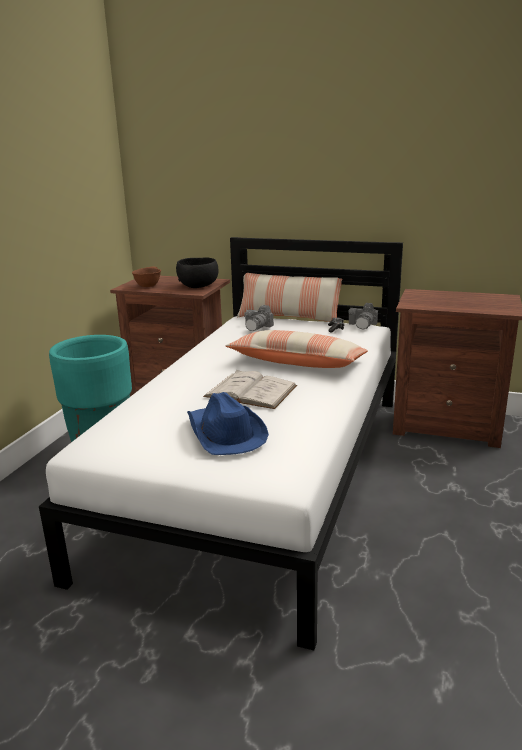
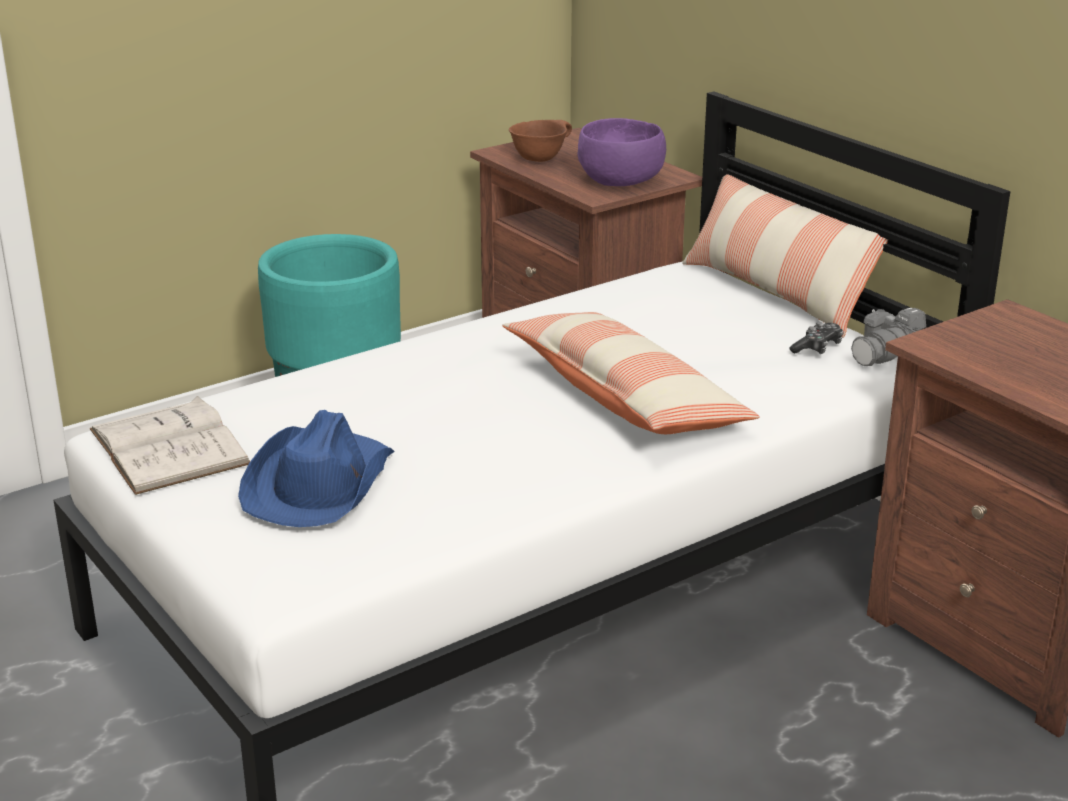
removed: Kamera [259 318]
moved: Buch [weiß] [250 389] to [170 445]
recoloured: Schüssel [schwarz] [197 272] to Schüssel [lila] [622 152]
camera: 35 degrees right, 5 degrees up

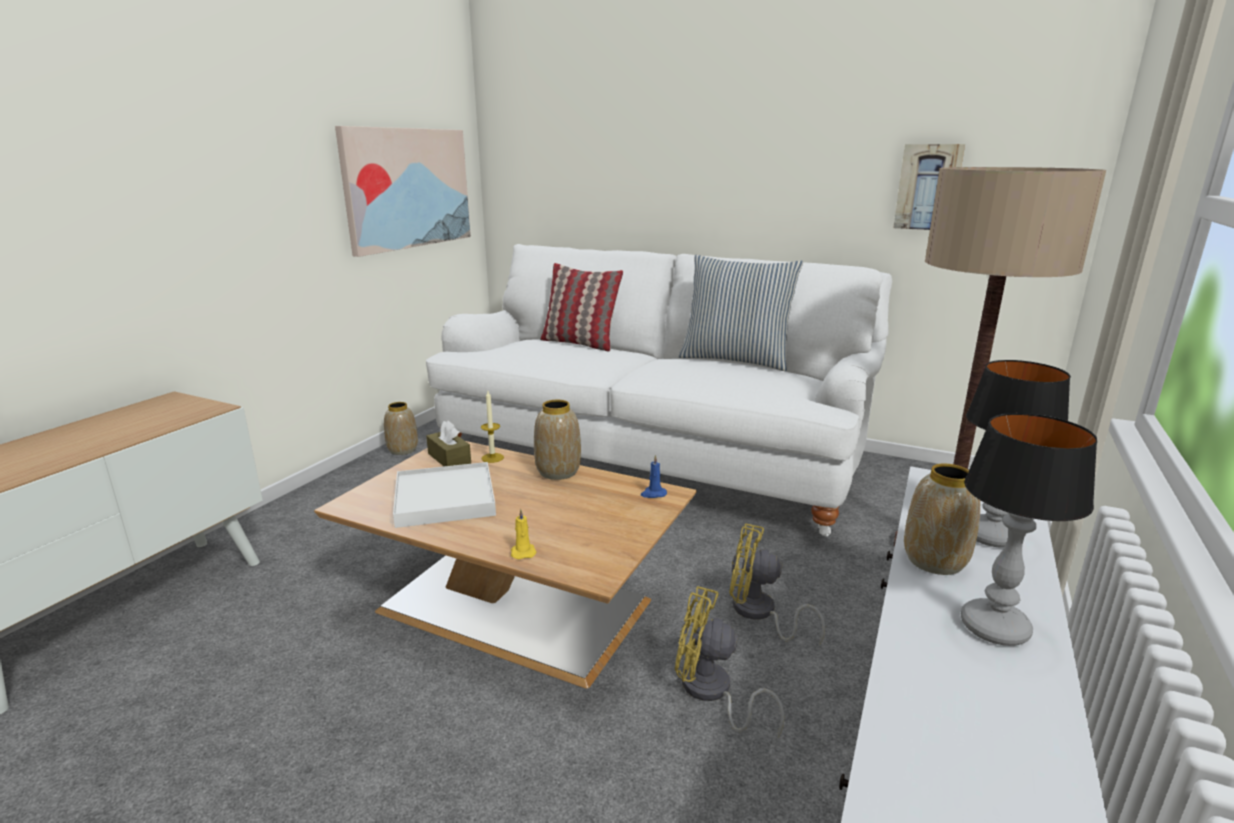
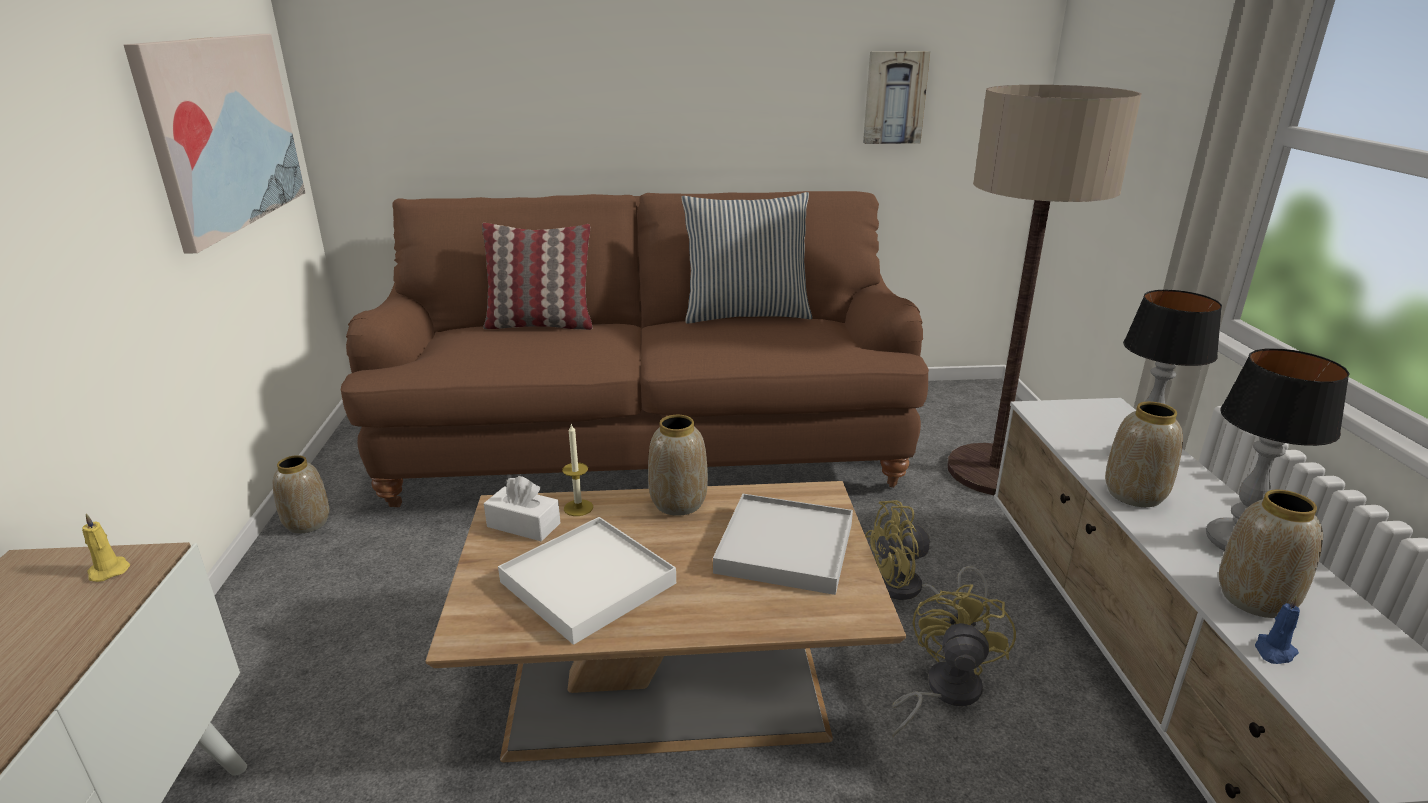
added: Vase [1271 554]; Tablett [weiß] [783 544]
moved: Kerze [blau] [654 476] to [1277 629]; Kerze [gelb] [524 534] to [106 547]
recoloured: Sofa [weiß] [659 390] to Sofa [braun] [635 349]; Taschentuchbox [braun] [448 443] to Taschentuchbox [weiß] [522 509]
turned: Ventilator [gelb] [729 662] = [954 661] 120 degrees clockwise
camera: 30 degrees left, 5 degrees up

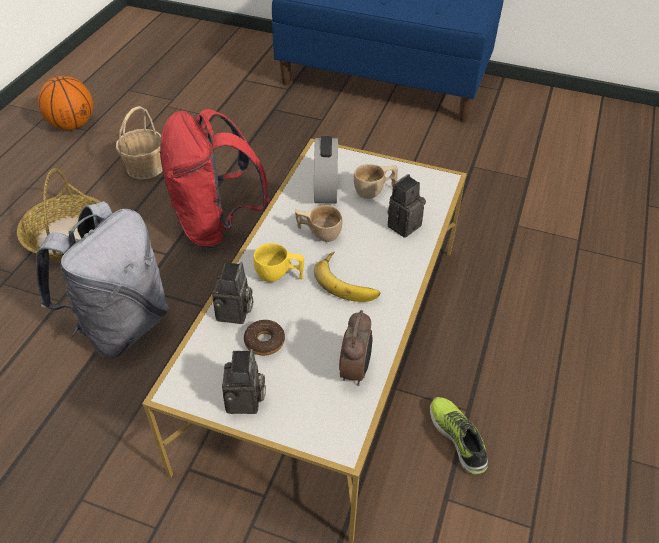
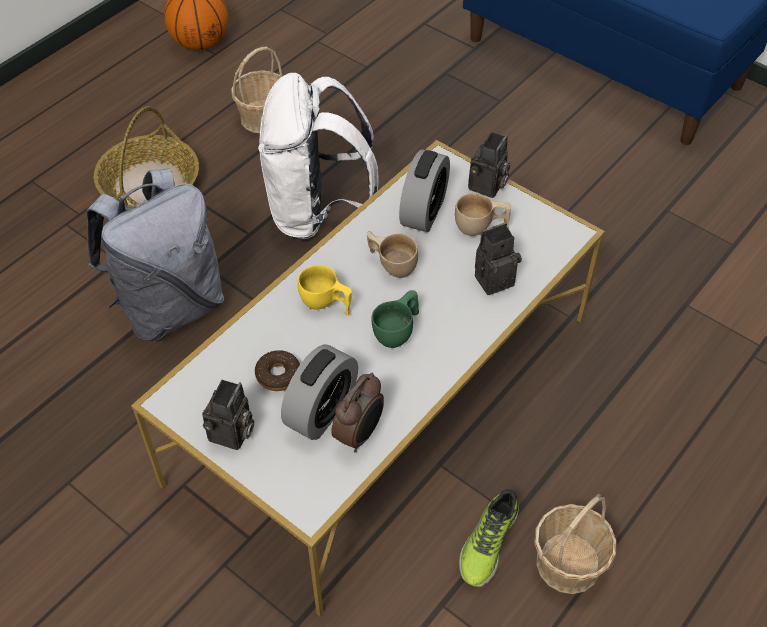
added: Wecker [319 392]; Korb [575 544]
moved: Kamera [232 293] to [489 165]
replaced: Banane [347 277] to Tasse [grün] [395 319]
recoloured: Rucksack [rot] [215 178] to Rucksack [weiß] [318 156]
turned: Schuh [459 436] = [489 538] 150 degrees counterclockwise
camera: 20 degrees right, 5 degrees up

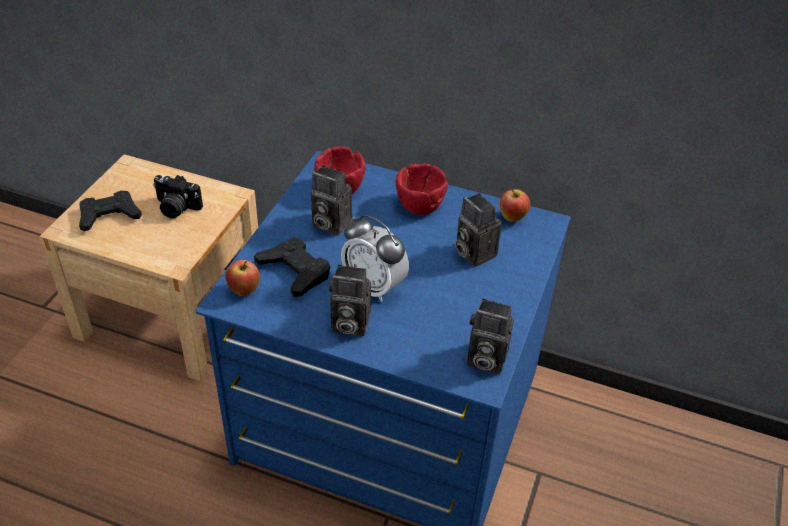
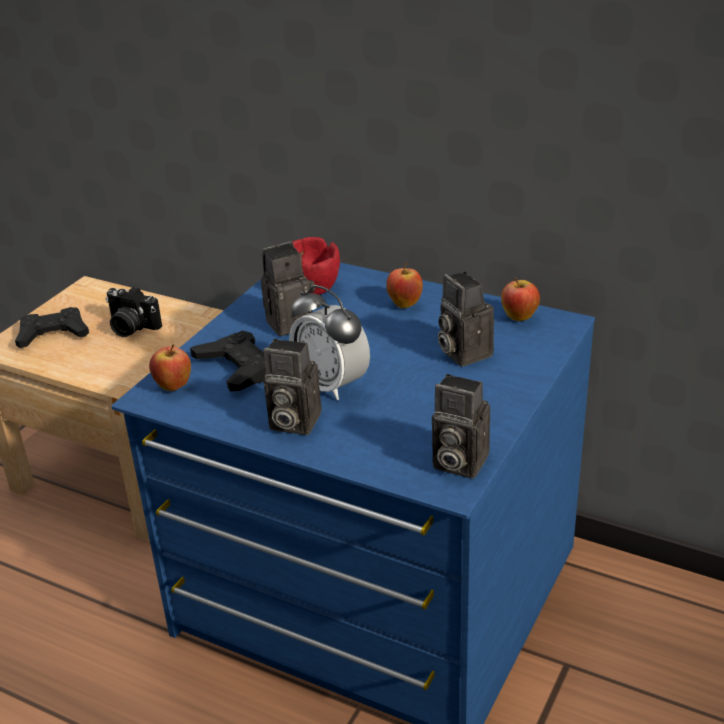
replaced: Schüssel [rot] [422 189] to Apfel [404 285]
turned: Kamera [331 200] = [288 289] 120 degrees clockwise
camera: 10 degrees right, 10 degrees down

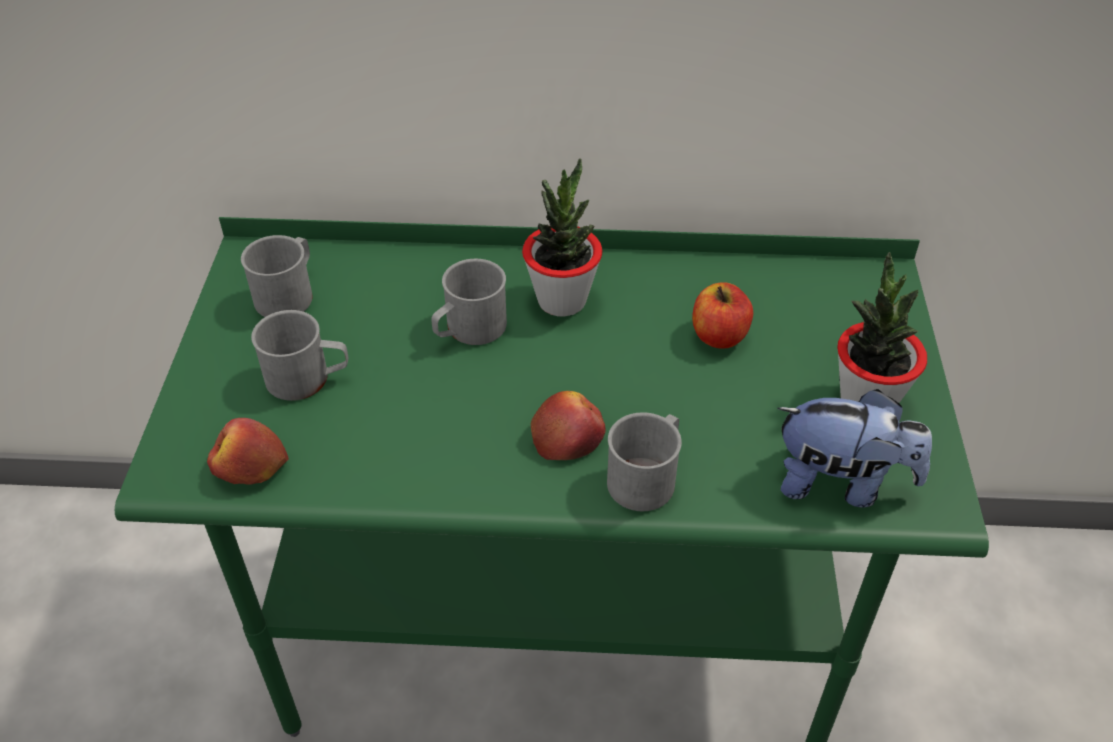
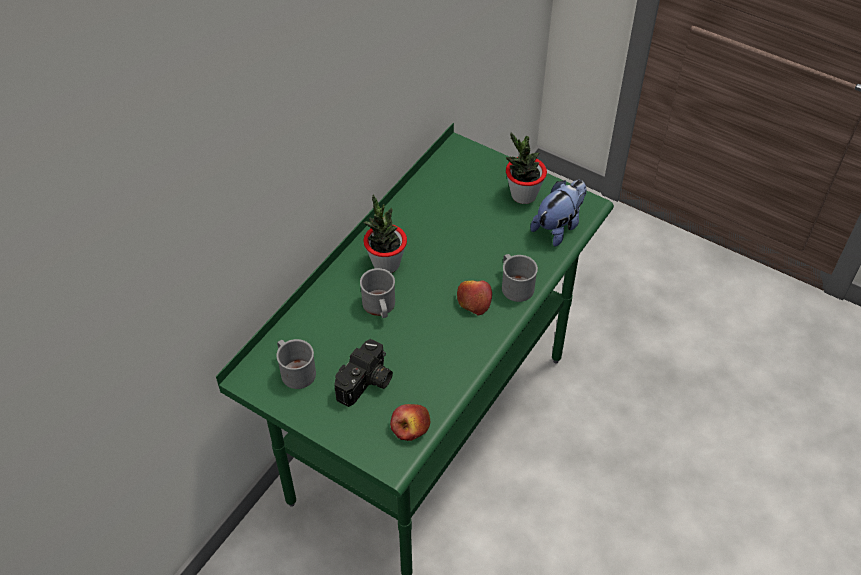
removed: Apfel [722 315]
replaced: Henkelbecher [grau] [300 355] to Kamera [364 373]
camera: 60 degrees left, 5 degrees up

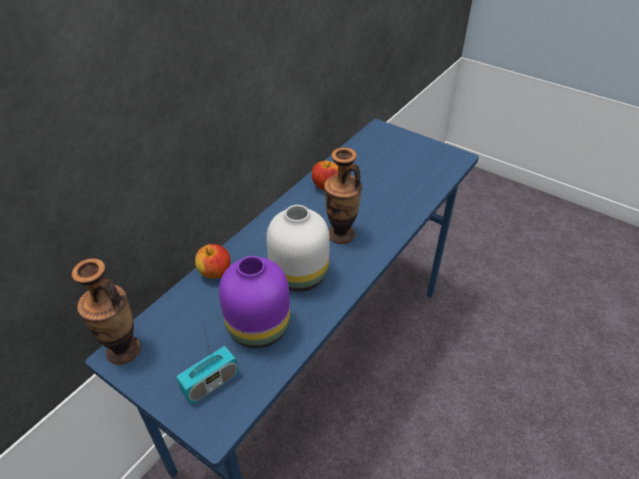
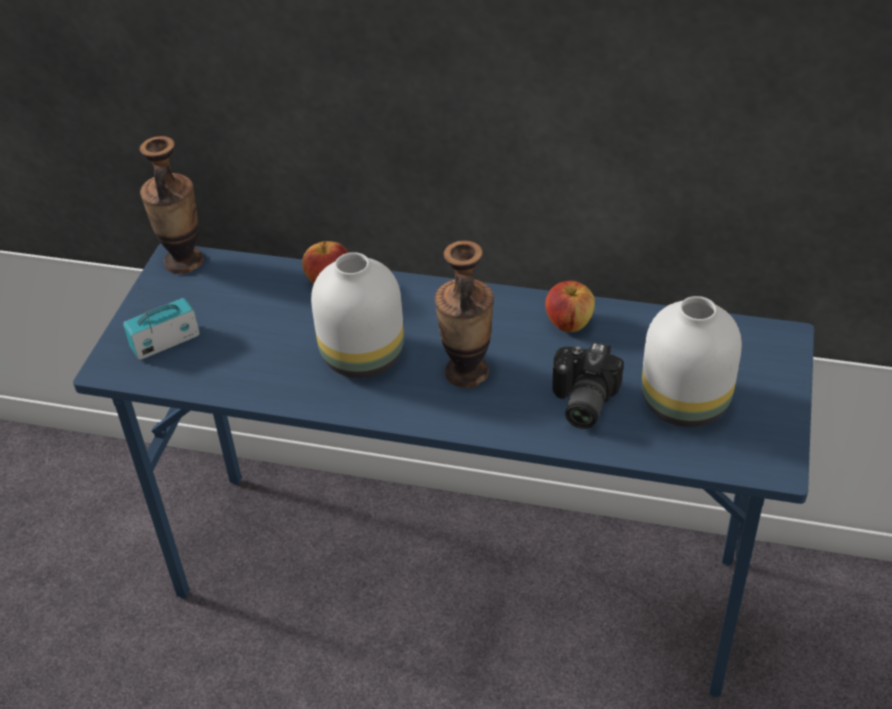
removed: Vase [lila] [254 302]
added: Vase [weiß] [692 361]; Kamera [588 385]
turned: Radio [207 363] = [161 319] 120 degrees clockwise
camera: 70 degrees right, 0 degrees up

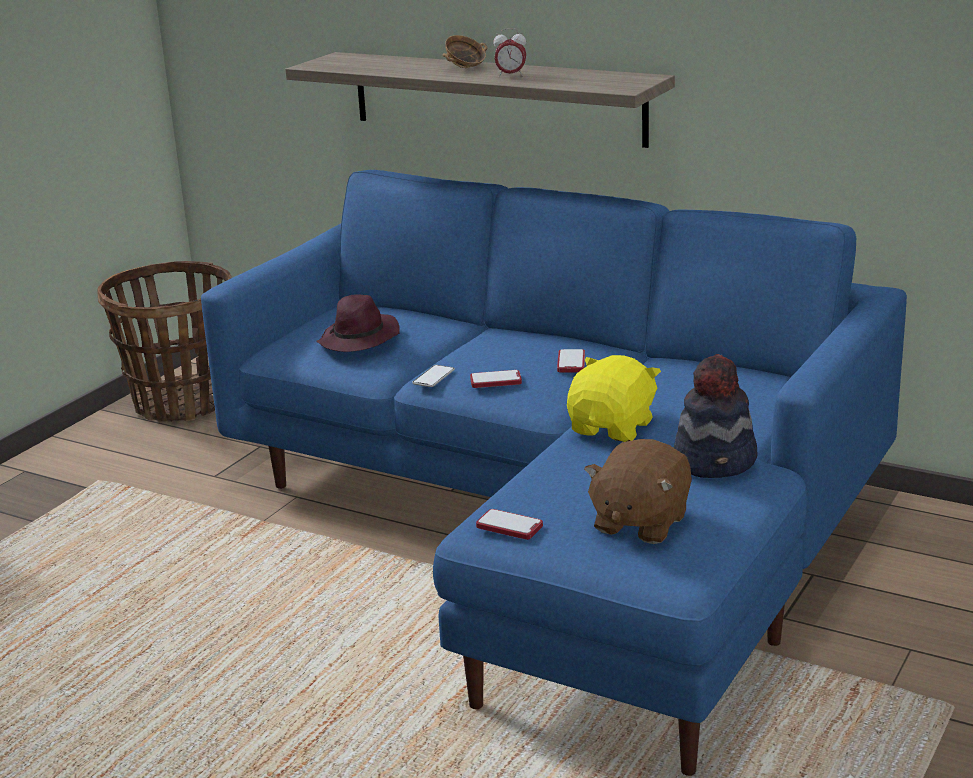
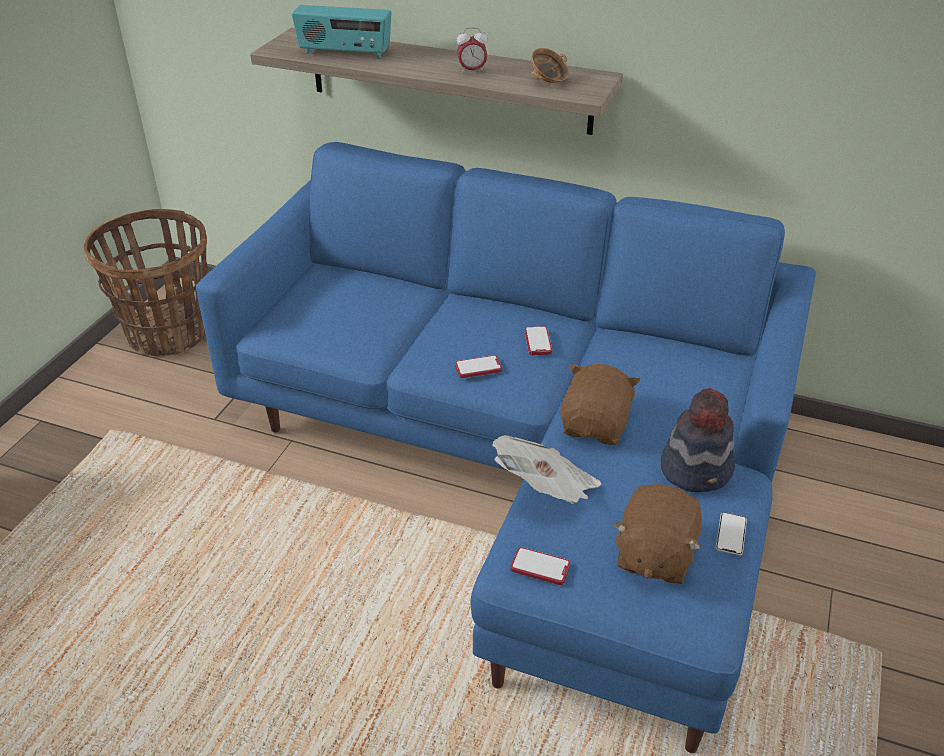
removed: Hut [lila] [358 323]
added: Radio [341 32]; Zeitung [547 469]
moved: Schüssel [465 51] to [550 65]; Handy [433 376] to [731 534]
recoloured: Plüschtier [gelb] [614 398] to Plüschtier [braun] [600 404]
camera: 10 degrees left, 15 degrees up

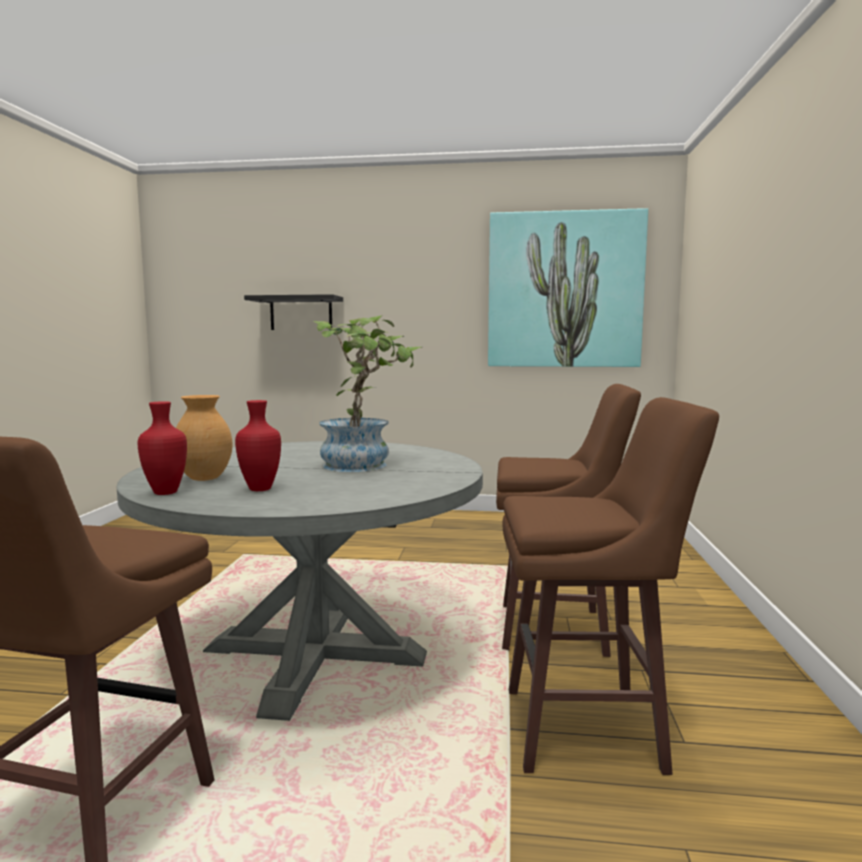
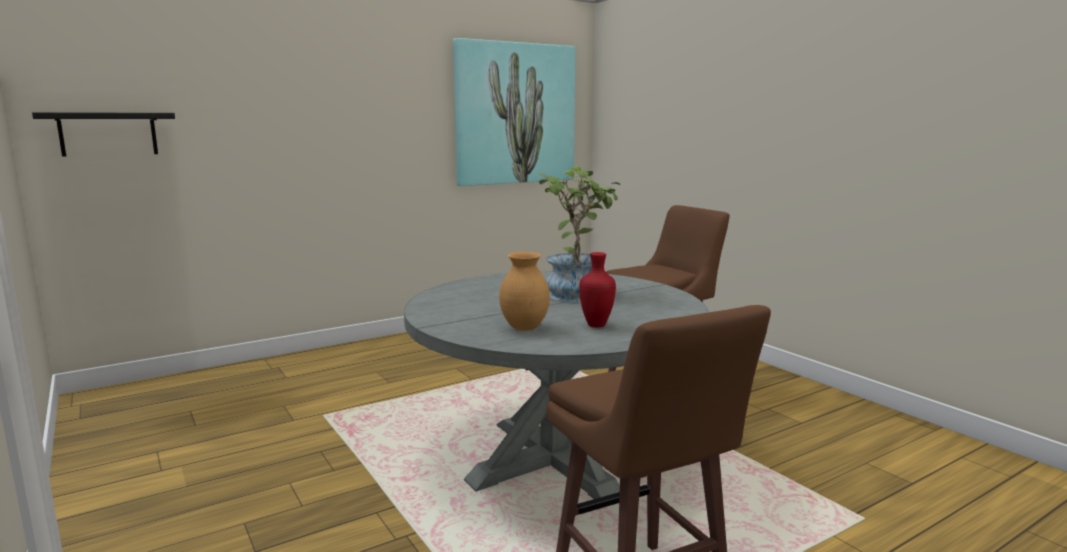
removed: Hocker [braun] [610 586]; Vase [rot] [162 448]
moved: Wandregal [schwarz] [293 312] to [103 134]
camera: 40 degrees left, 5 degrees up

